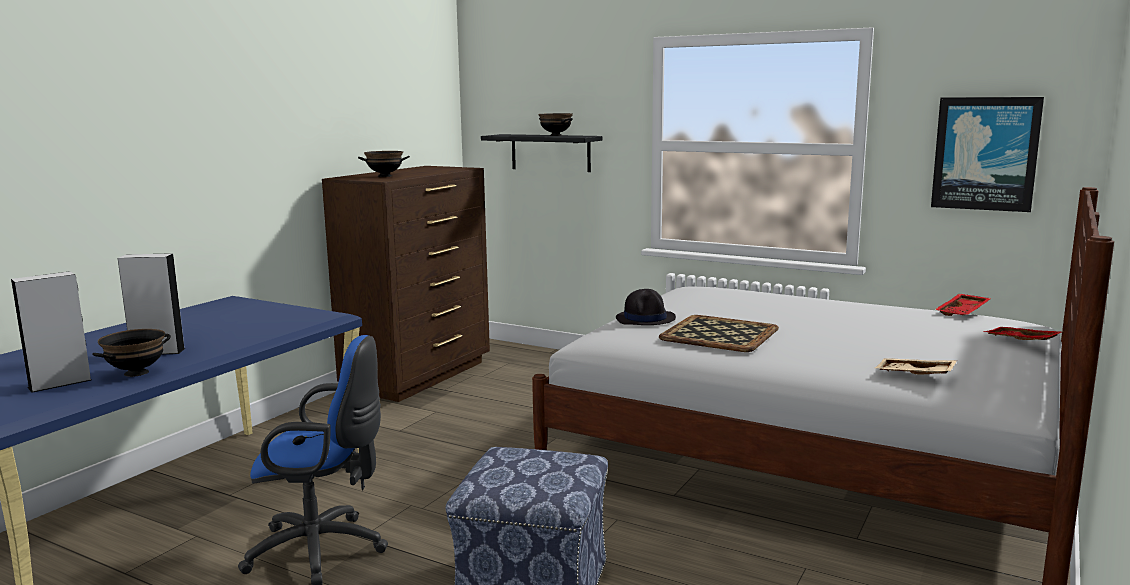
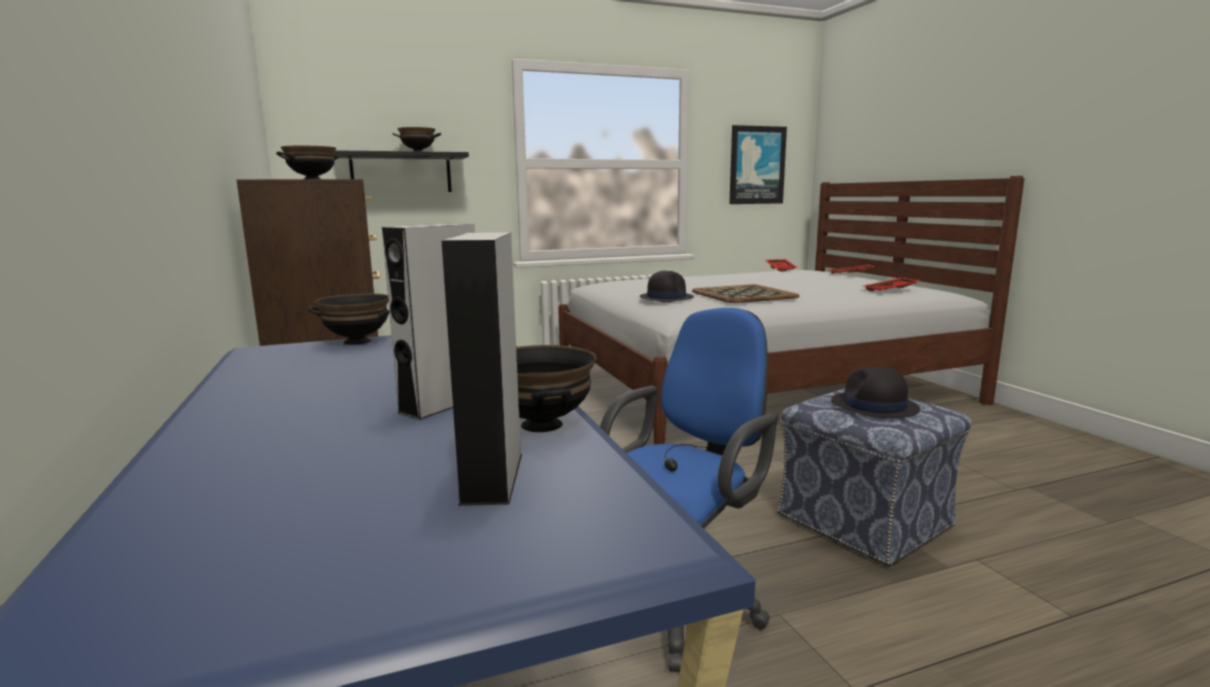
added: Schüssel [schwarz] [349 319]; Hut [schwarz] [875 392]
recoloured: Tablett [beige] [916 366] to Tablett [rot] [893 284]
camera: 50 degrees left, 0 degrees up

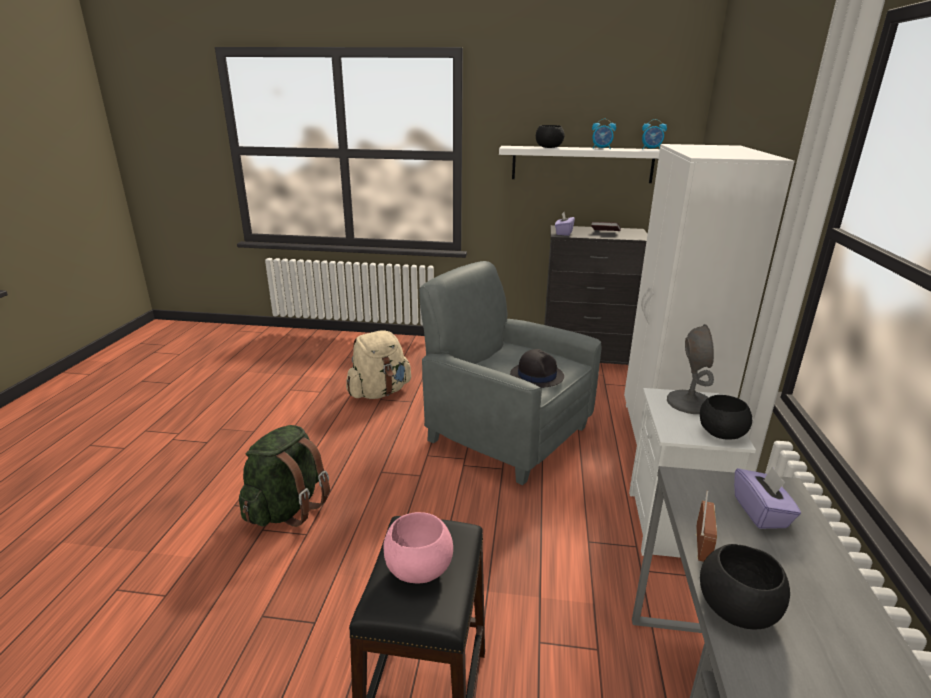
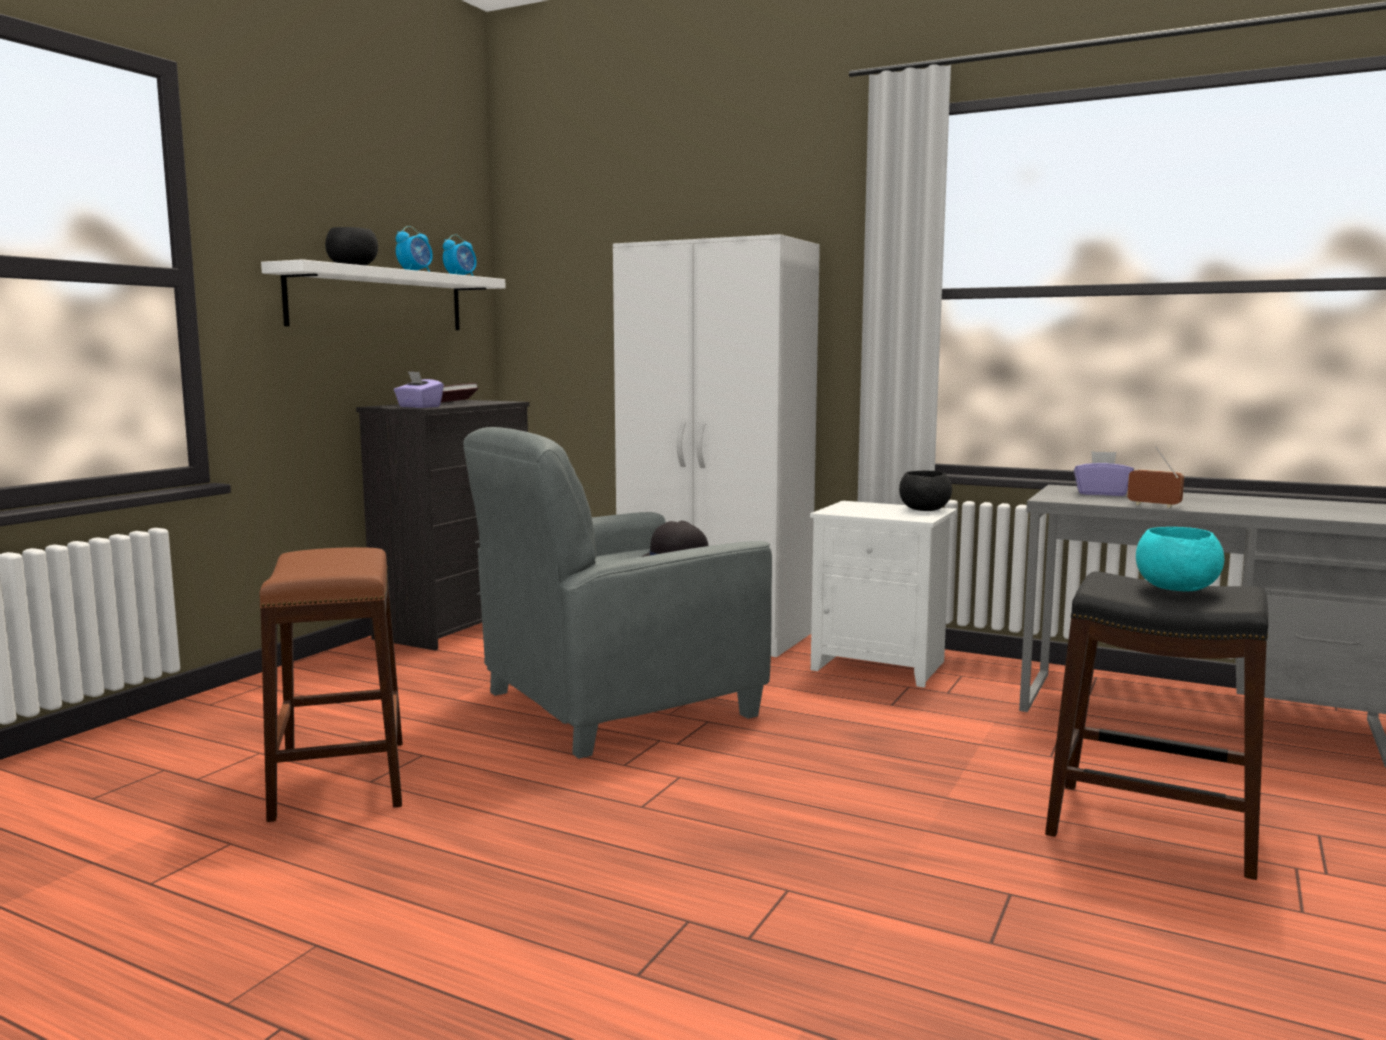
removed: Tischlampe [grau] [690 369]; Rucksack [grün] [284 476]; Schüssel [schwarz] [745 587]
replaced: Rucksack [beige] [378 364] to Hocker [braun] [330 684]
recoloured: Schüssel [rosa] [418 548] to Schüssel [türkis] [1180 559]
camera: 70 degrees left, 15 degrees down

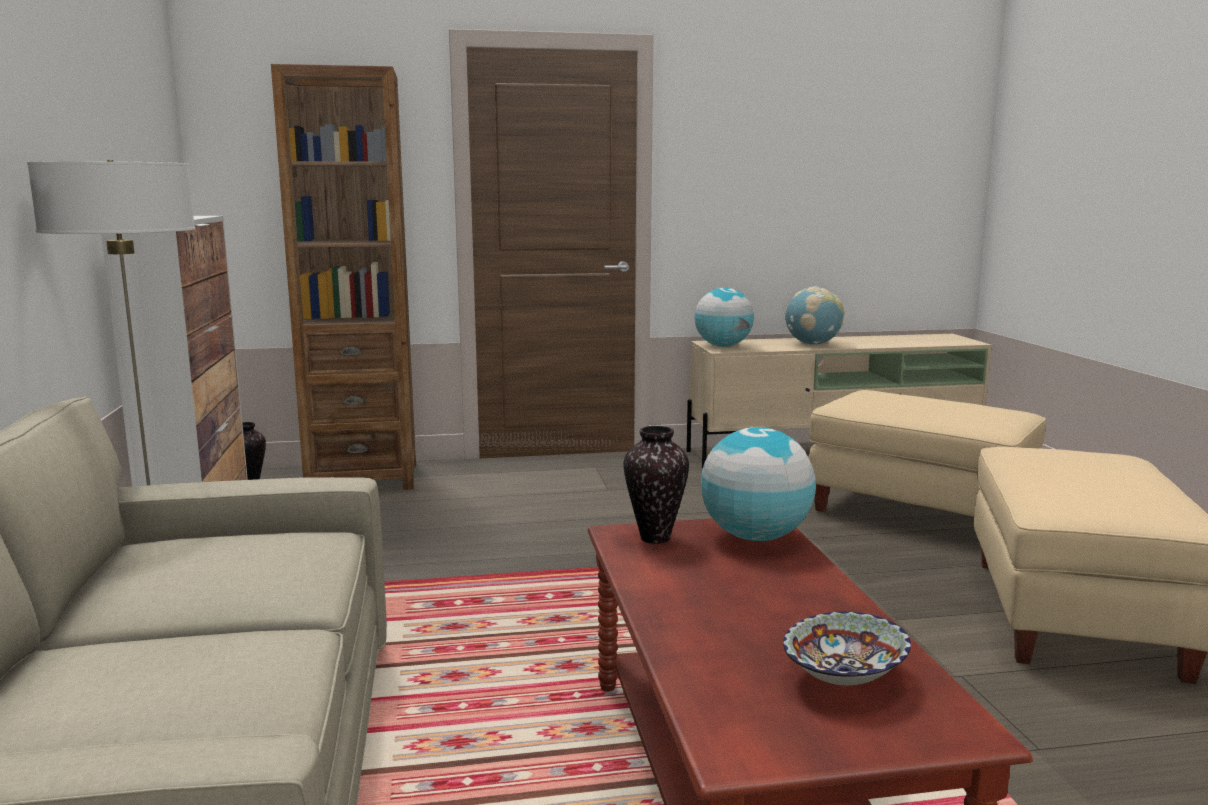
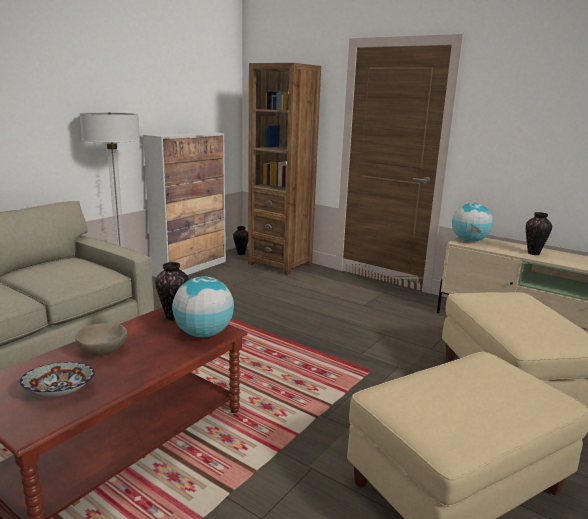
added: Schüssel [beige] [101 339]
replaced: Globus [815 315] to Vase [539 233]
camera: 45 degrees right, 5 degrees up

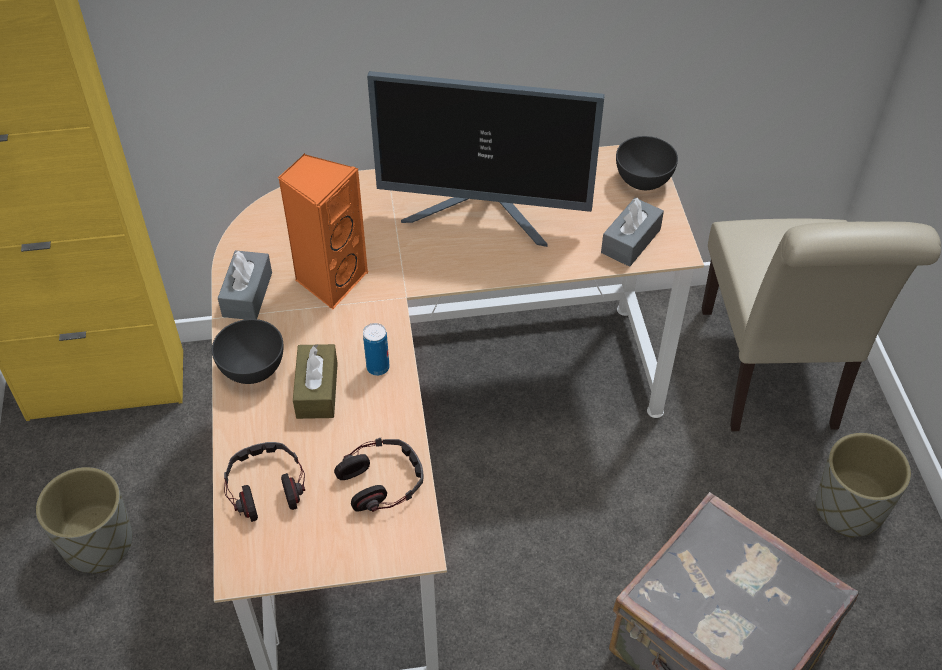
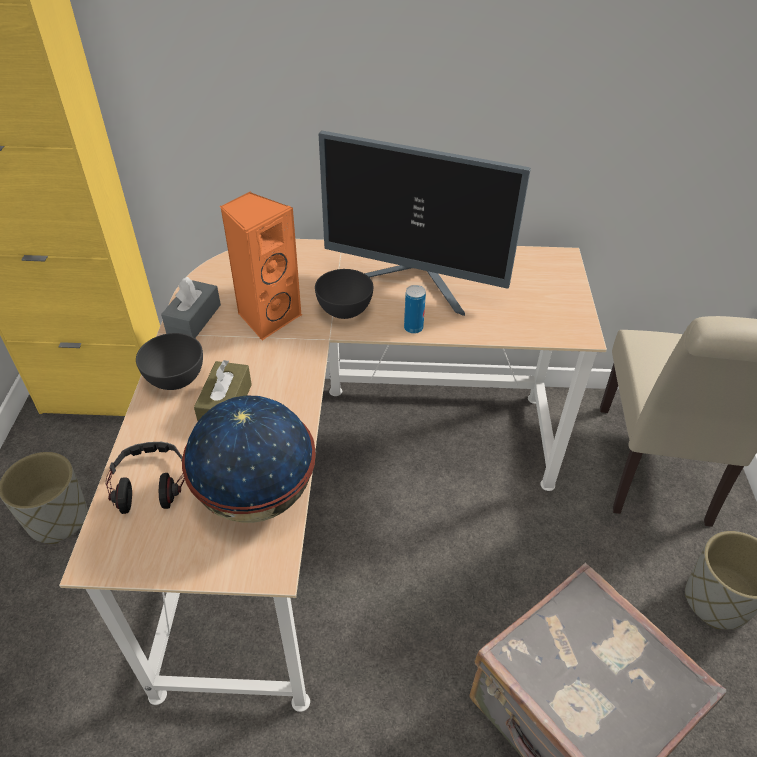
removed: Taschentuchbox [grau] [632 232]
moved: Schüssel [grau] [647 163] to [344 294]; Dose [376 349] to [415 309]
replaced: Kopfhörer [379 475] to Globus [249 459]
camera: 10 degrees right, 5 degrees down

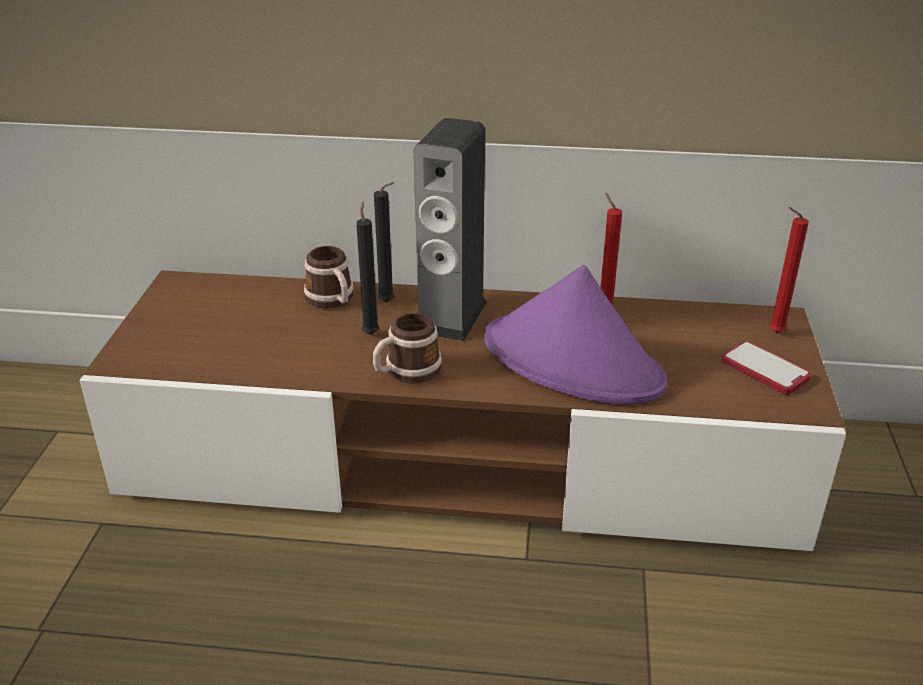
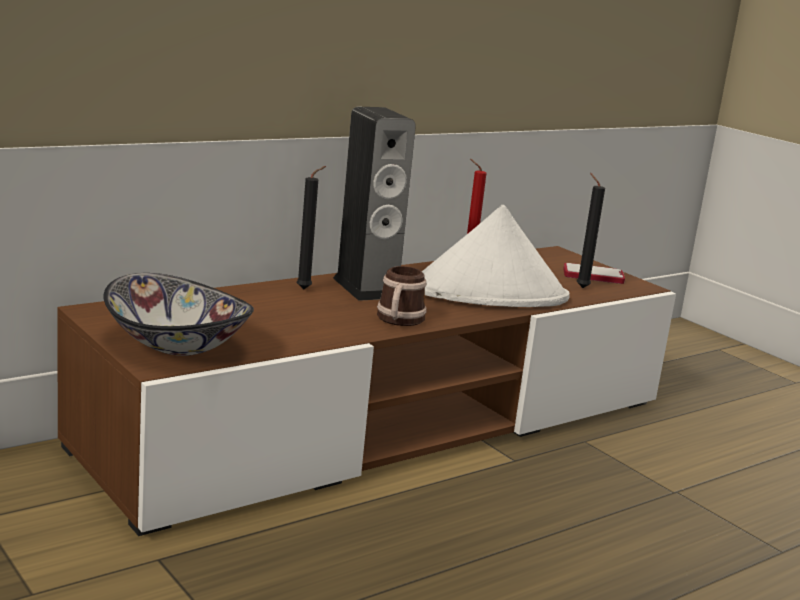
removed: Kerze [rot] [789 270]; Henkelbecher [329 277]
added: Schüssel [178 314]
moved: Kerze [schwarz] [367 268] to [591 230]
recoloured: Hut [lila] [575 335] to Hut [weiß] [496 256]
camera: 45 degrees left, 15 degrees down

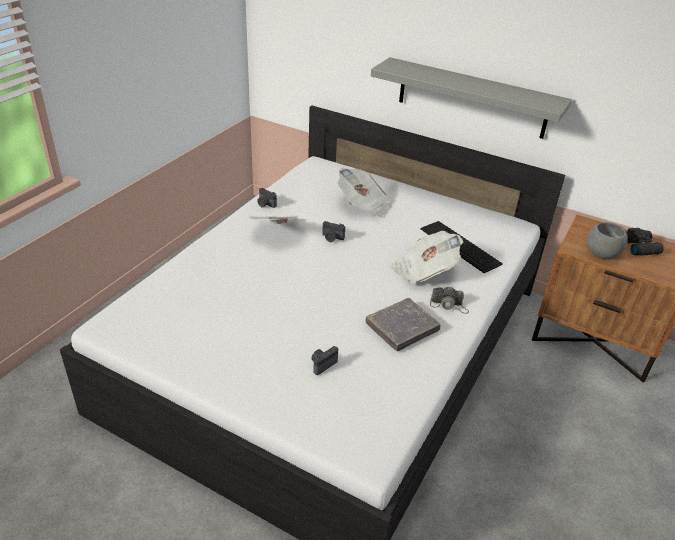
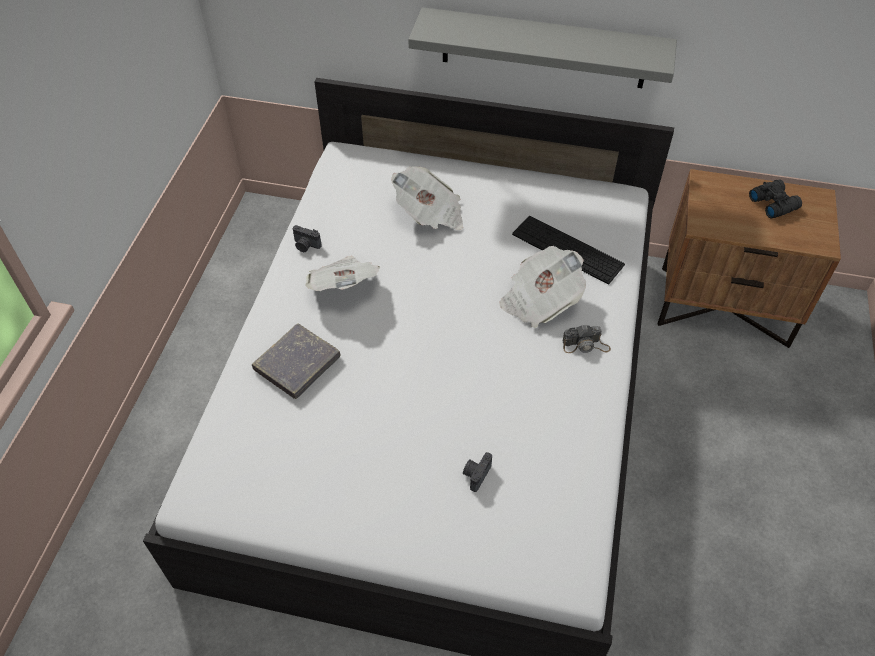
removed: Kamera [333 231]; Schüssel [grau] [607 240]
moved: Buch [grau] [403 324] to [296 361]
camera: 15 degrees left, 15 degrees up

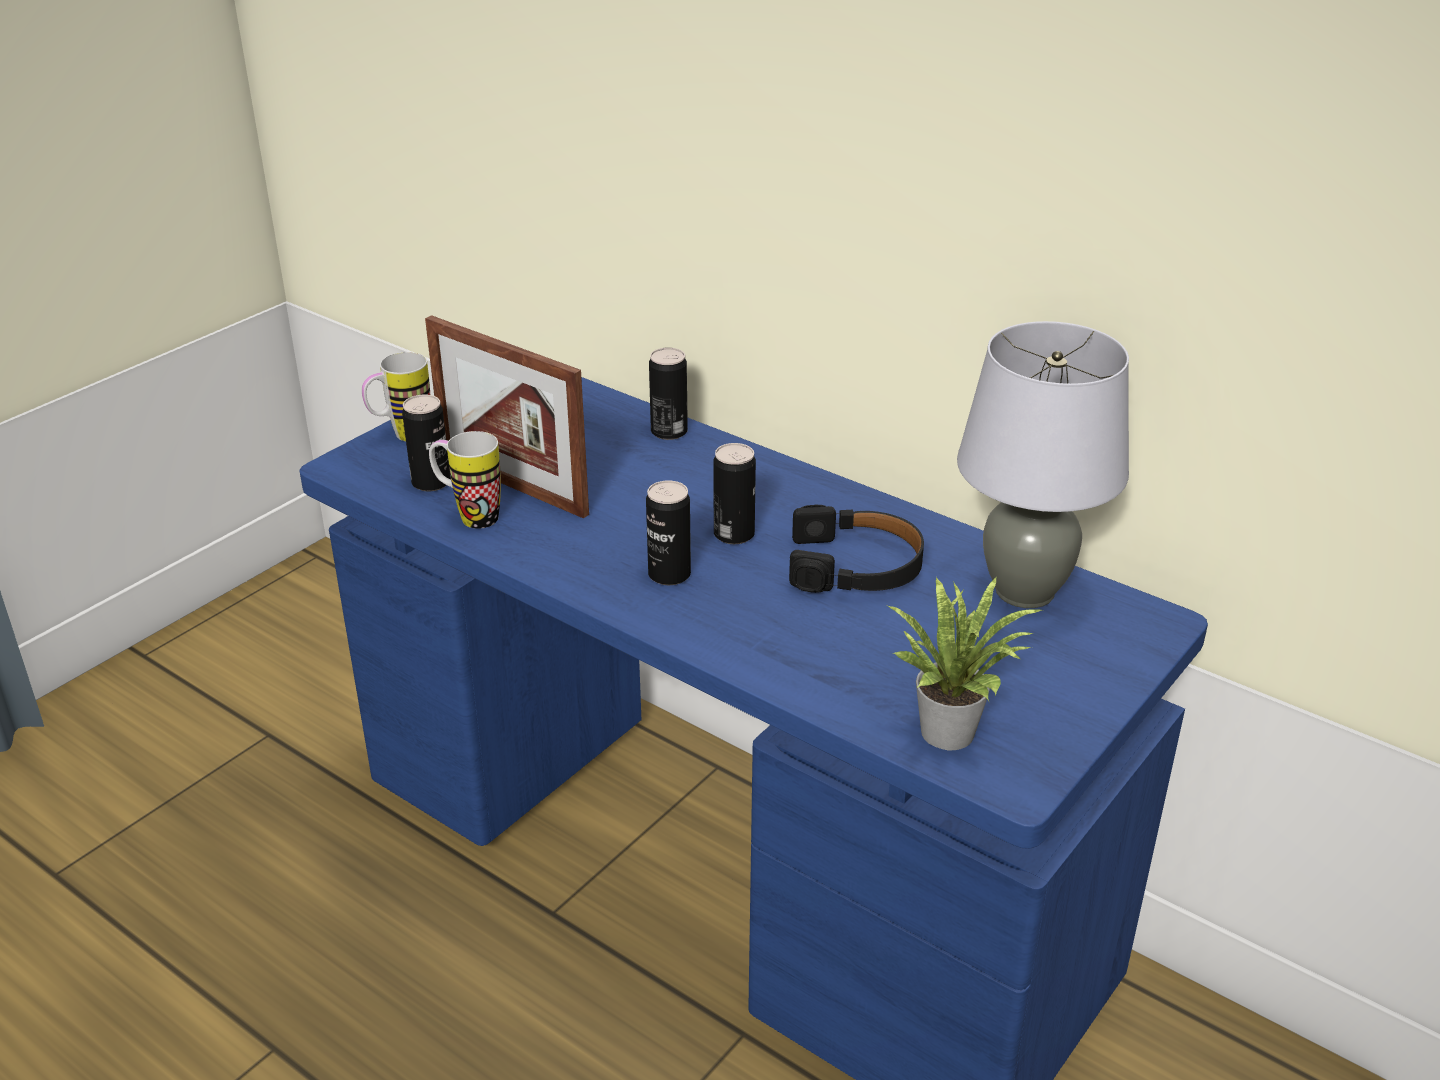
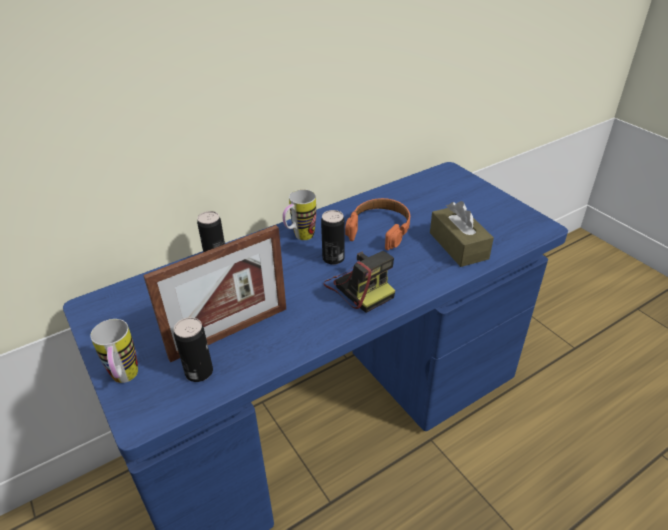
removed: Tischlampe [grau] [1043 464]; Topfpflanze [965 663]
added: Taschentuchbox [braun] [462 234]
moved: Henkelbecher [465 480] to [299 214]
replaced: Dose [668 532] to Kamera [359 282]
recoloured: Kopfhörer [schwarz] [856 549] to Kopfhörer [orange] [377 224]
camera: 70 degrees left, 5 degrees up

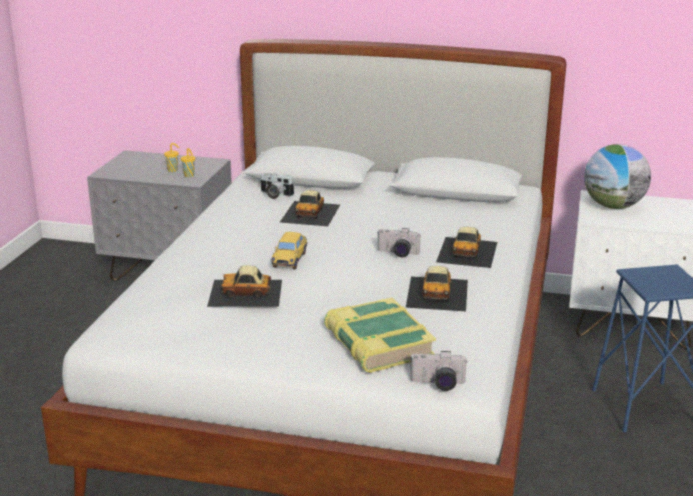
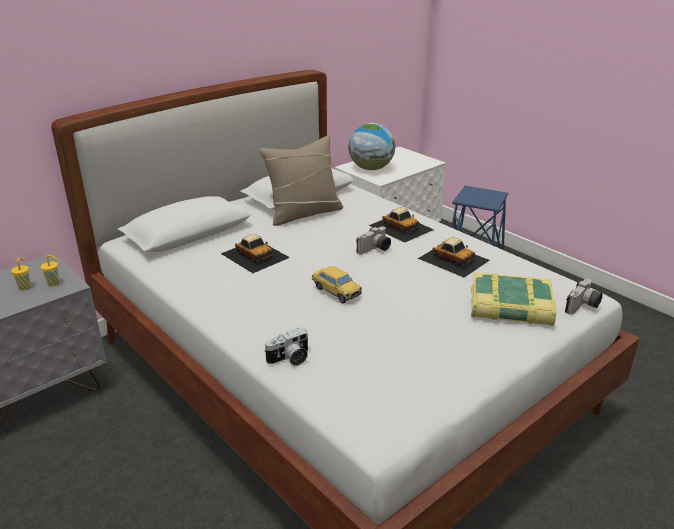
removed: Spielzeugauto [244 286]
added: Kissen [beige] [301 181]
moved: Kamera [277 186] to [286 346]
camera: 55 degrees left, 5 degrees up

